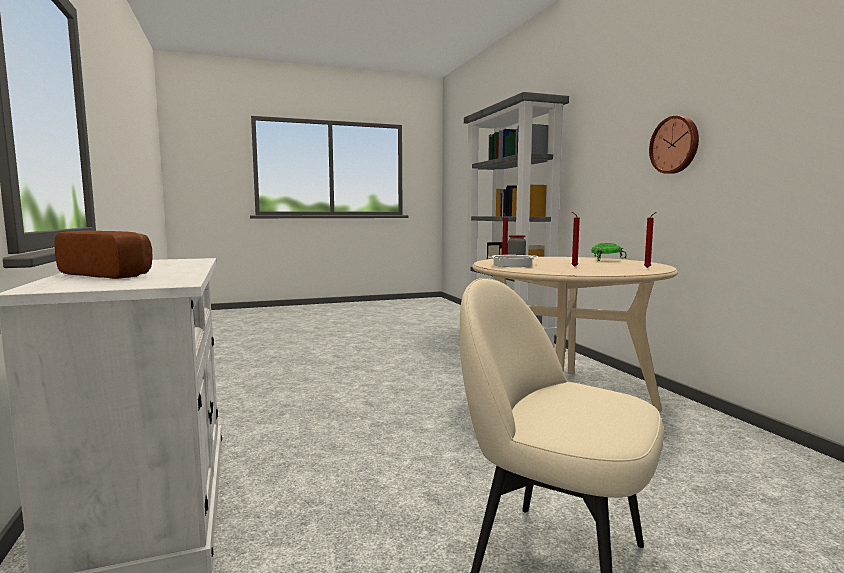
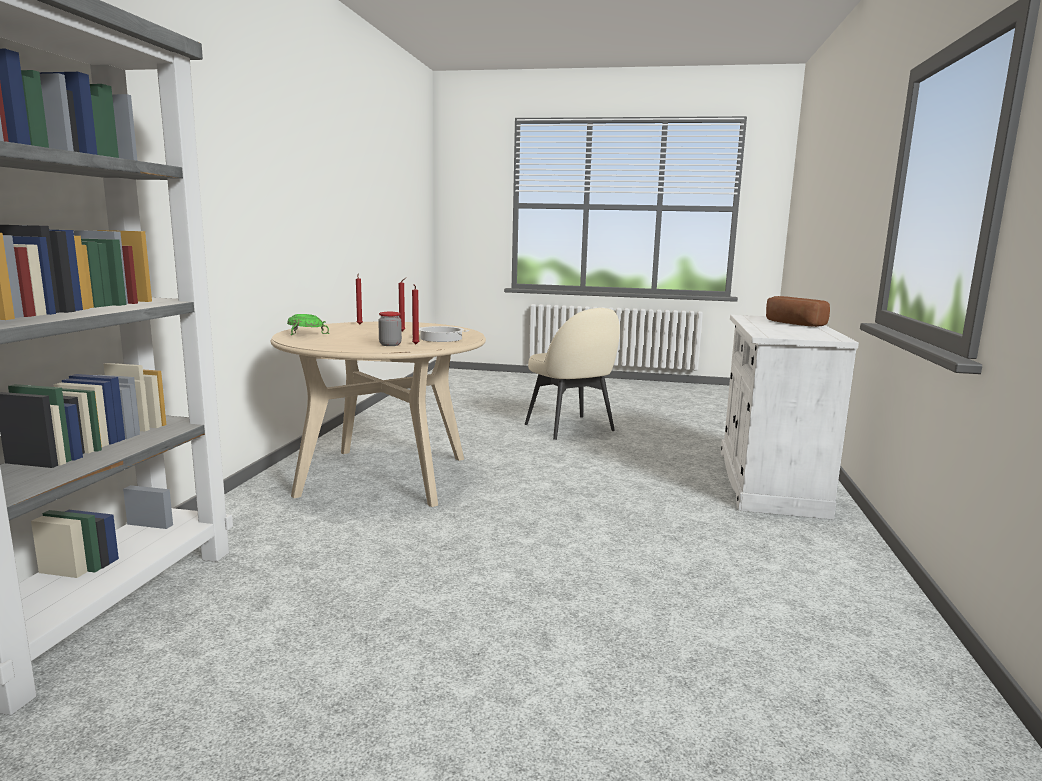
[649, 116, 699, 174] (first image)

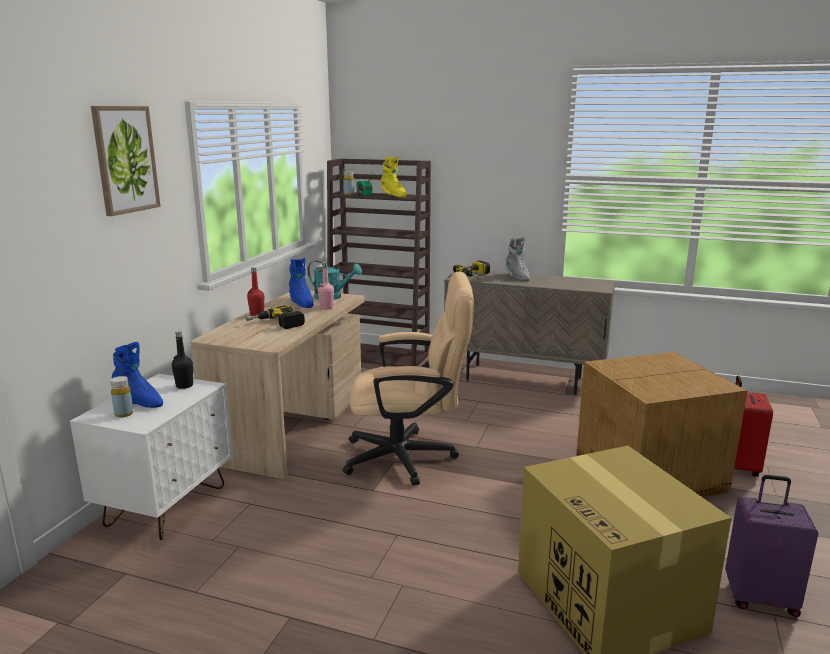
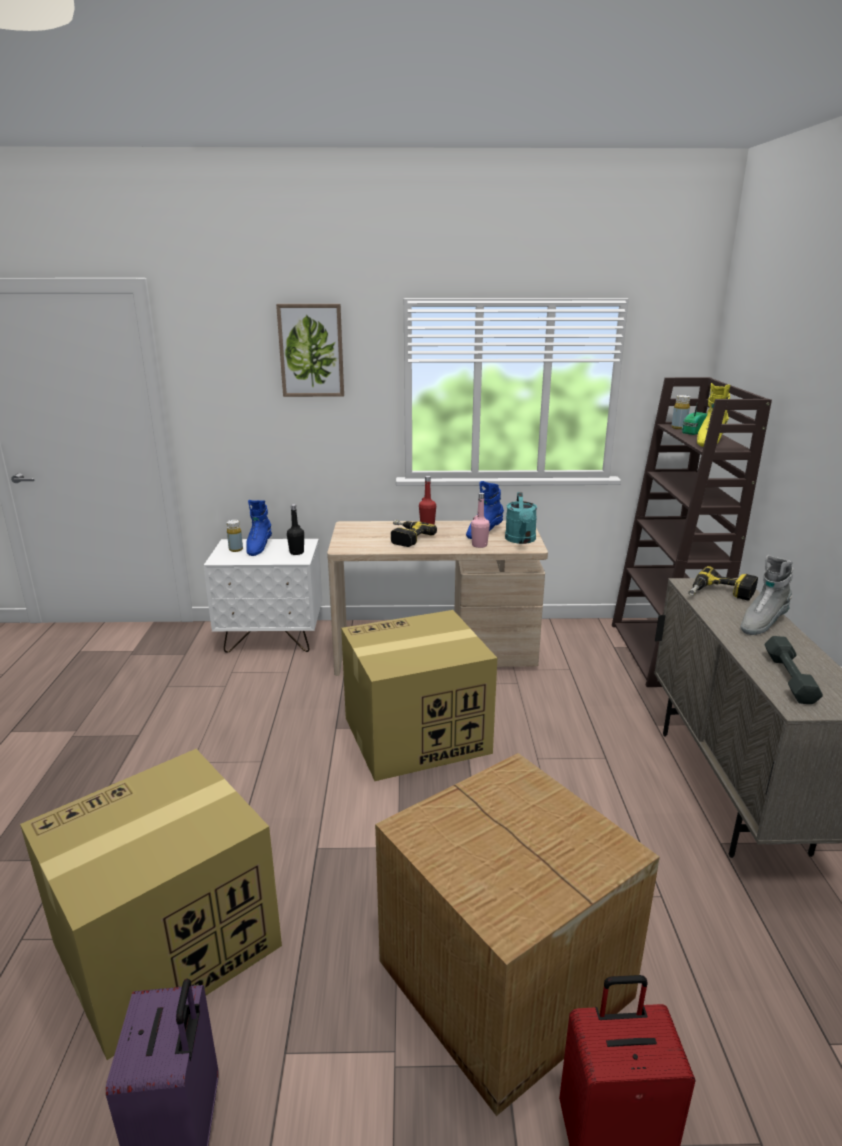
[764, 636, 823, 704]
[341, 610, 497, 781]

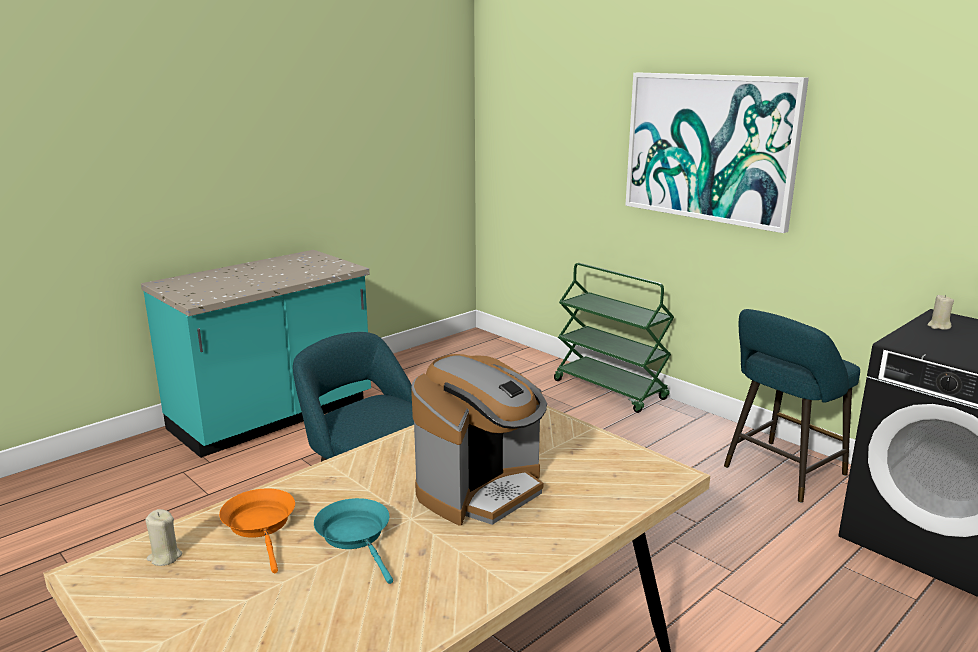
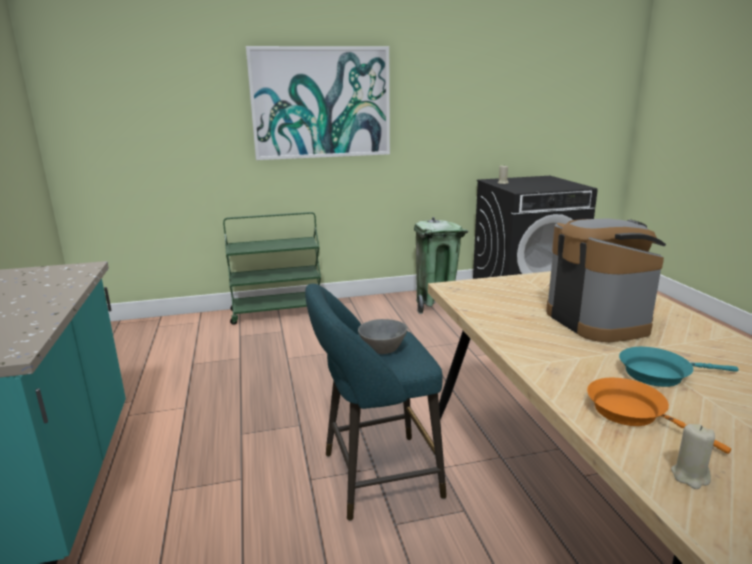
[358, 319, 408, 354]
[414, 217, 468, 314]
[587, 378, 731, 454]

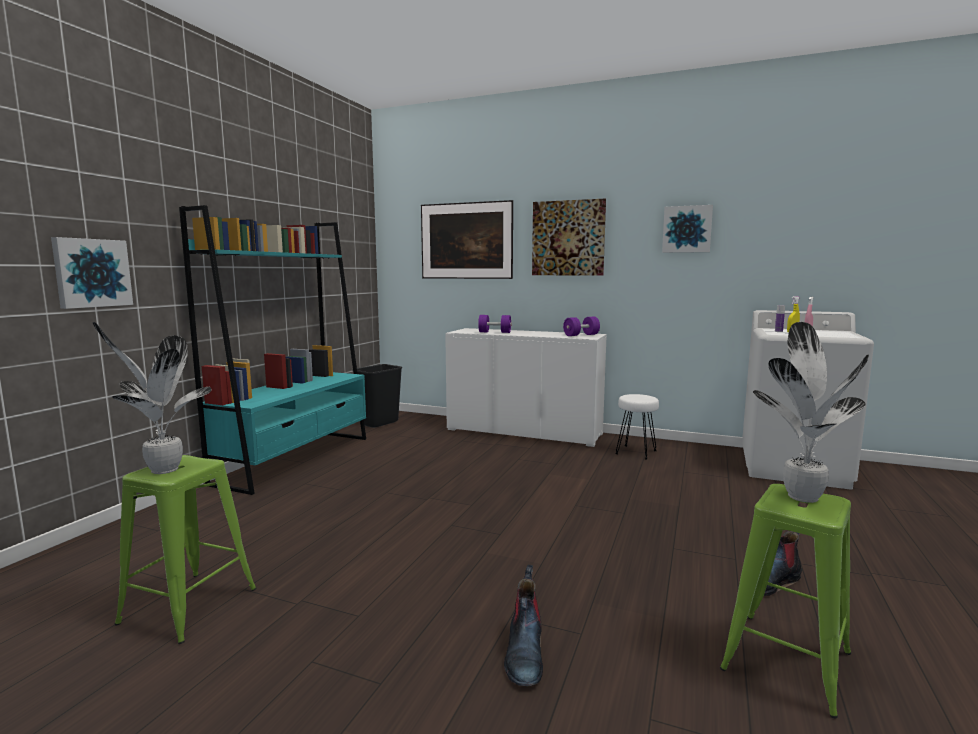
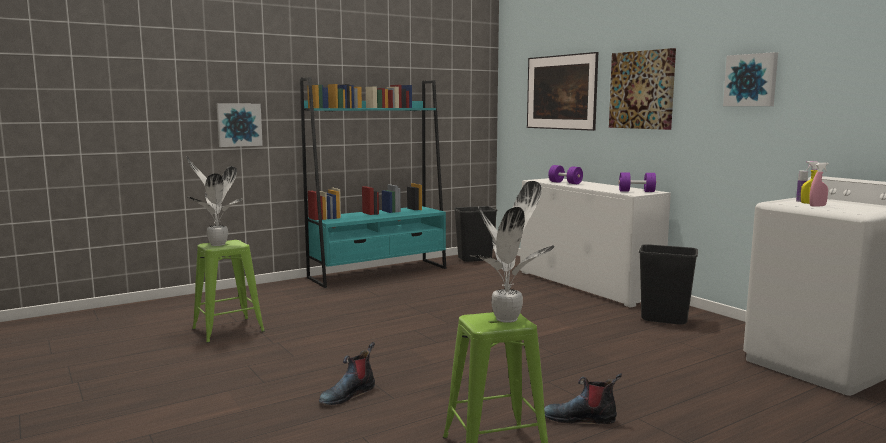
[639, 244, 698, 325]

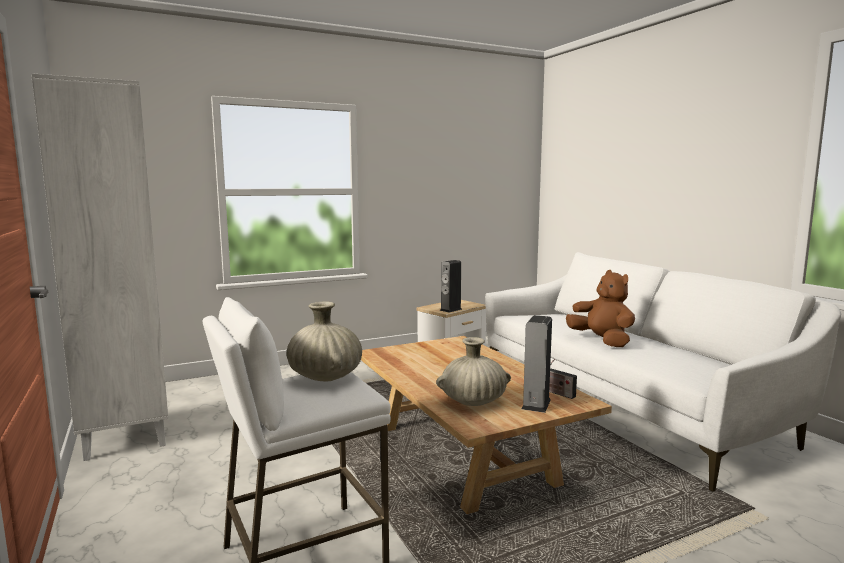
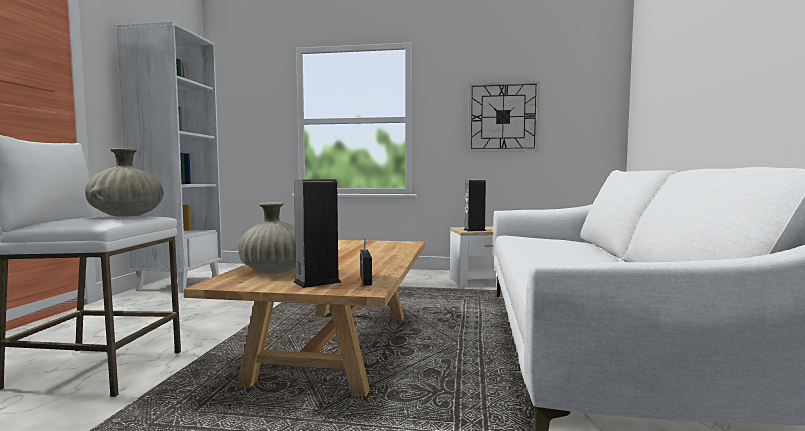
[566, 270, 635, 347] (first image)
[468, 81, 539, 152]

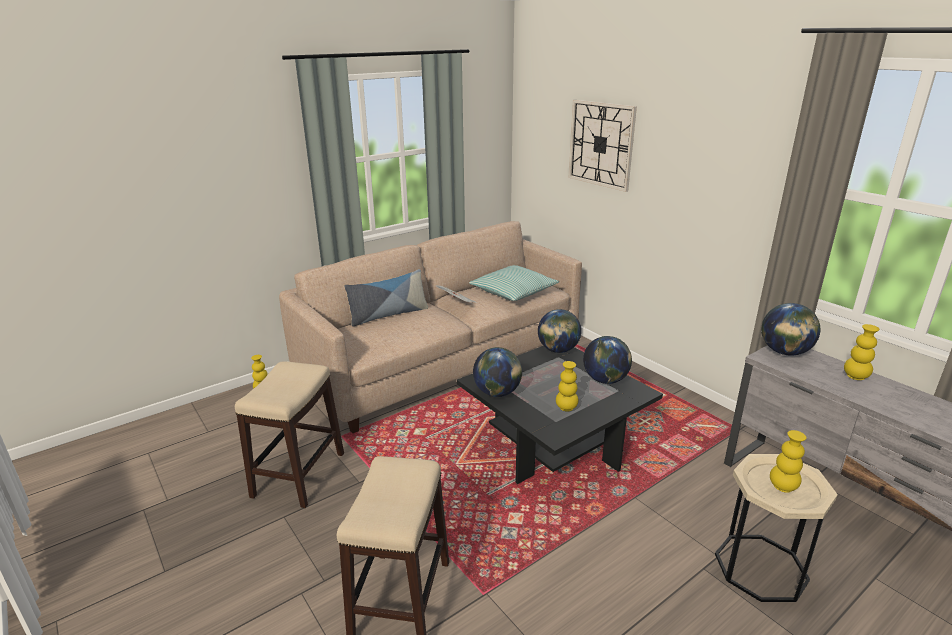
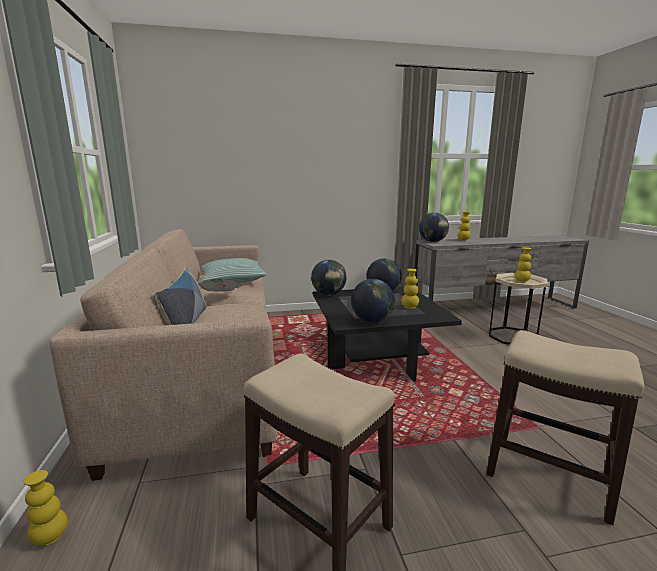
[568, 100, 637, 192] (first image)

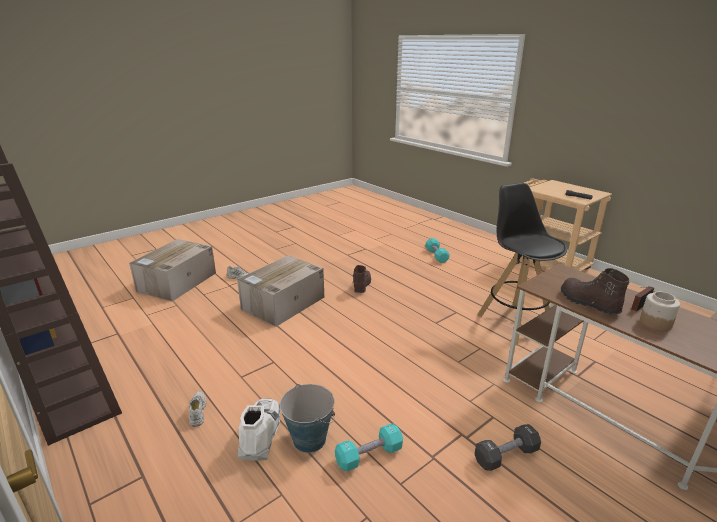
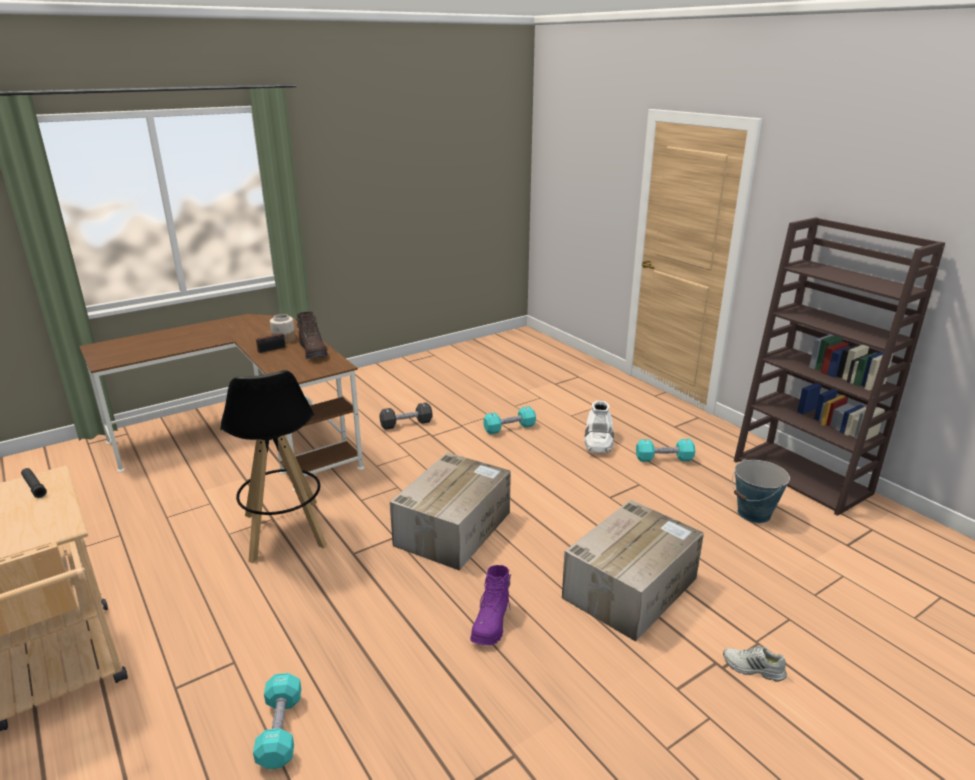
[390, 452, 511, 571]
[732, 459, 790, 523]
[636, 439, 695, 462]
[470, 565, 511, 645]

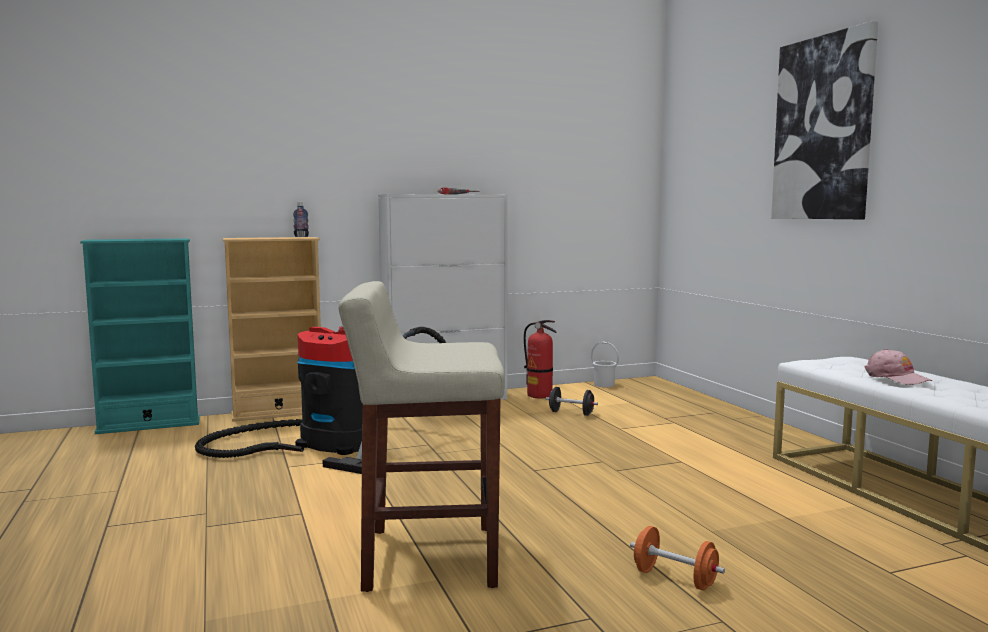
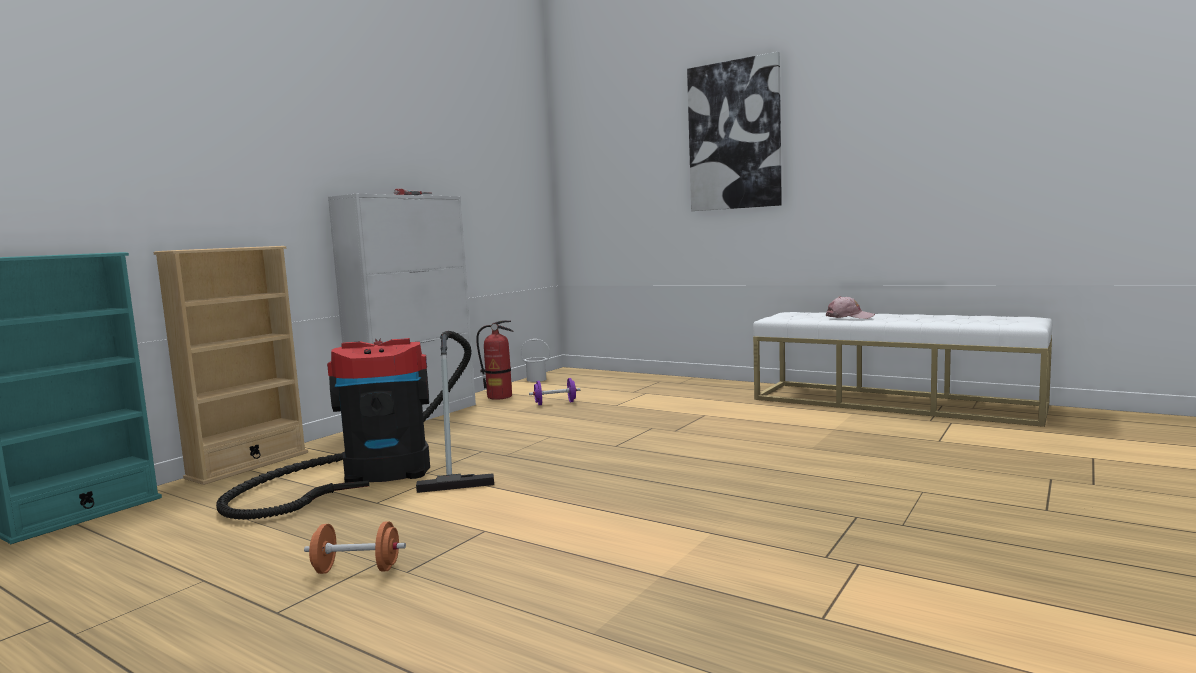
[293, 202, 309, 237] (first image)
[339, 281, 505, 592] (first image)
[304, 521, 406, 574]
[529, 378, 580, 405]

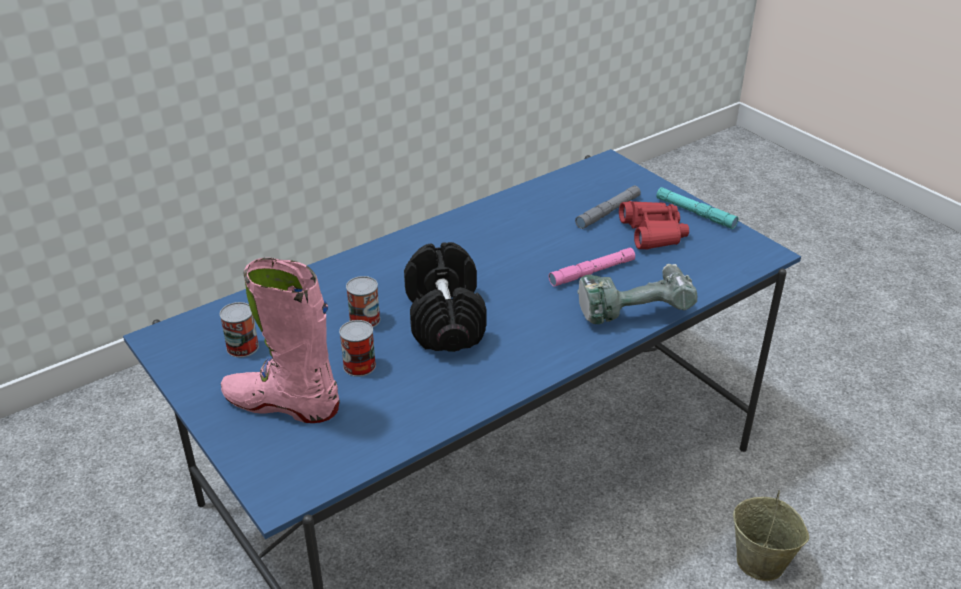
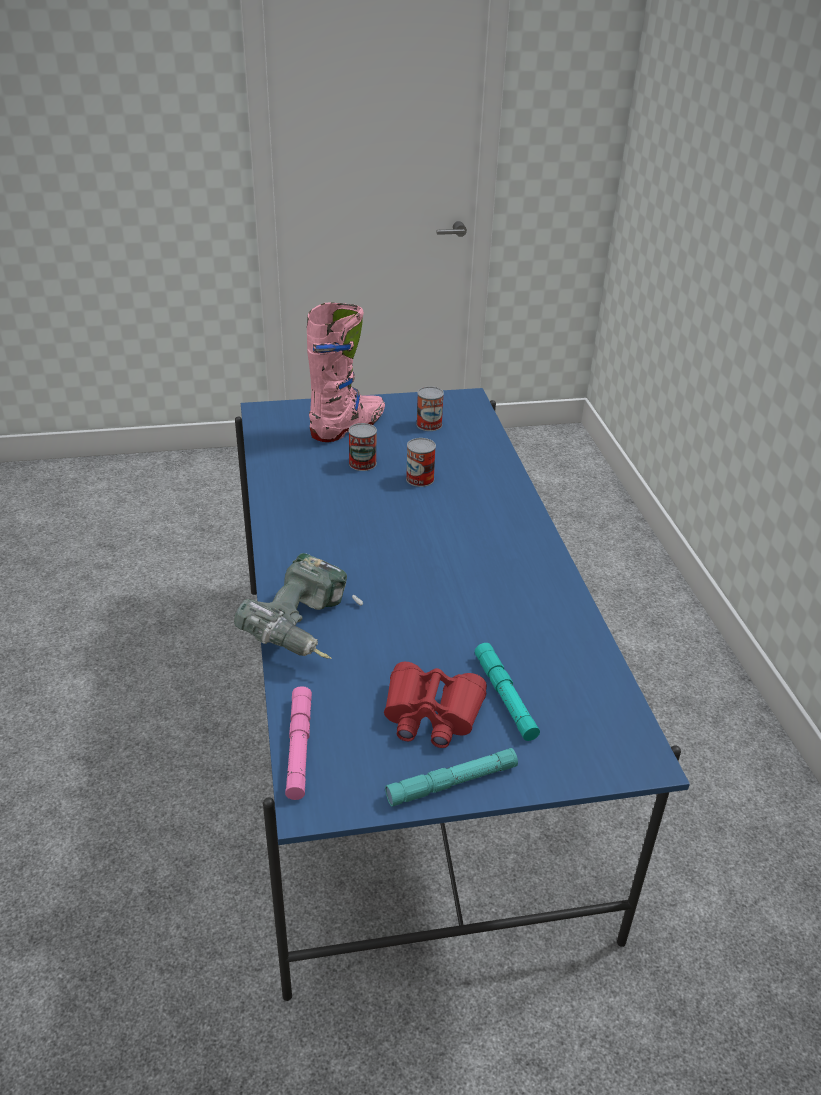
[404, 242, 486, 352] (first image)
[733, 490, 809, 581] (first image)
[285, 686, 312, 800]
[475, 643, 540, 741]

